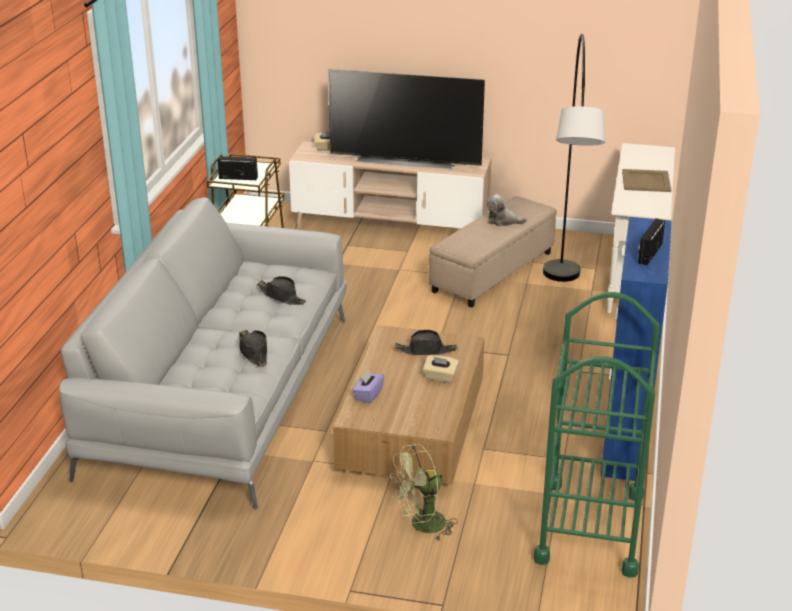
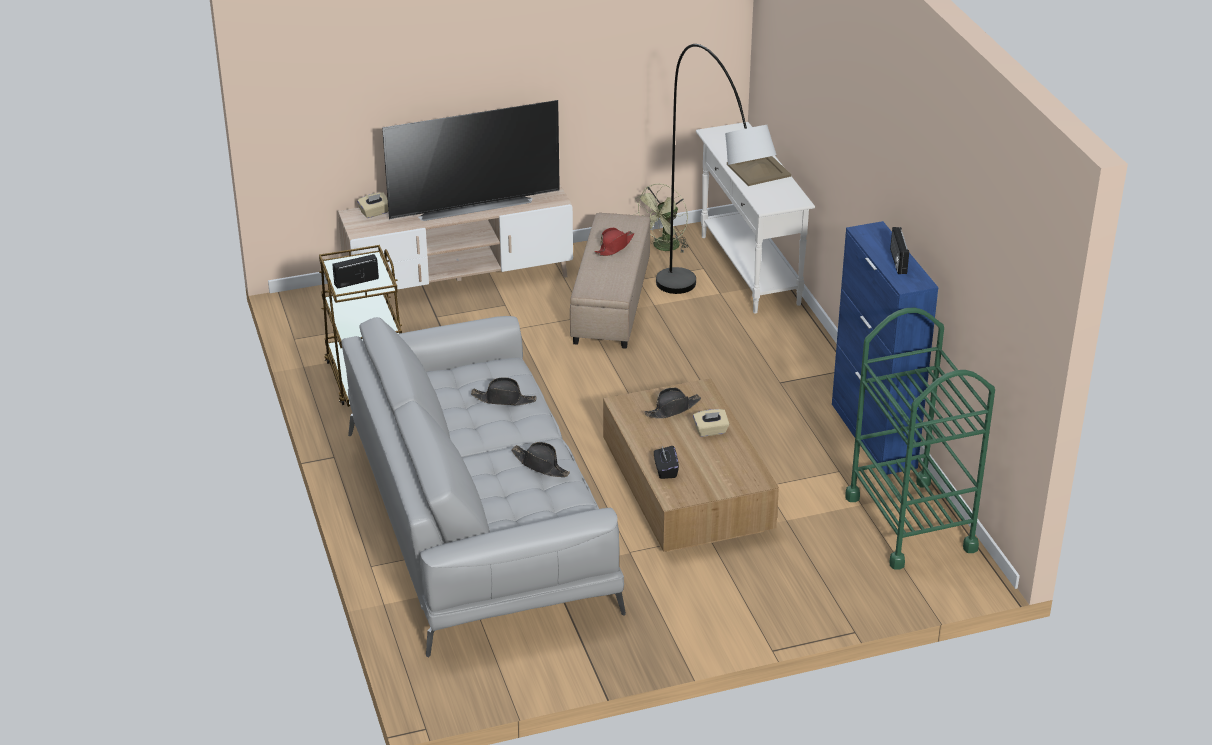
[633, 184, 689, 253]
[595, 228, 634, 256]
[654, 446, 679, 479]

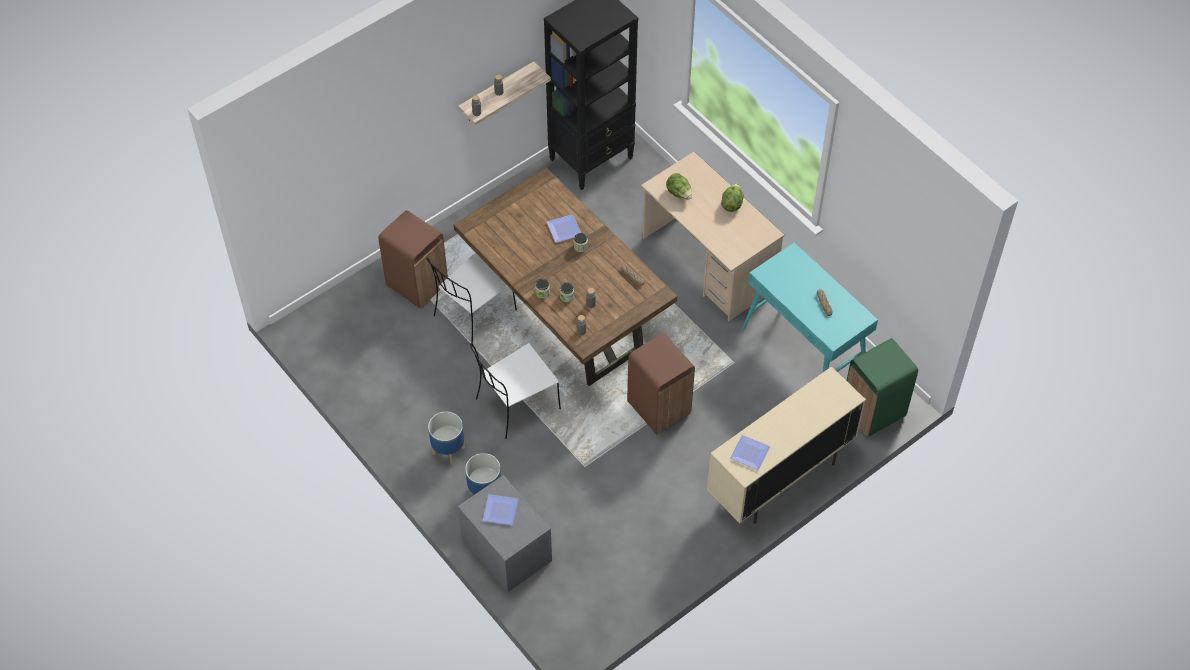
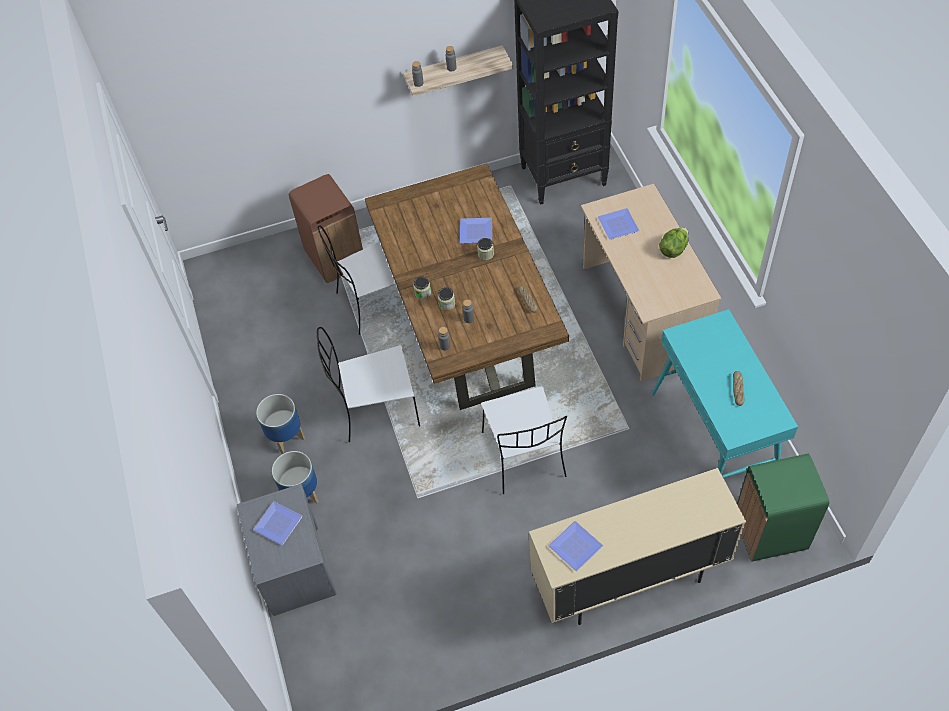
[481, 386, 567, 494]
[598, 208, 639, 240]

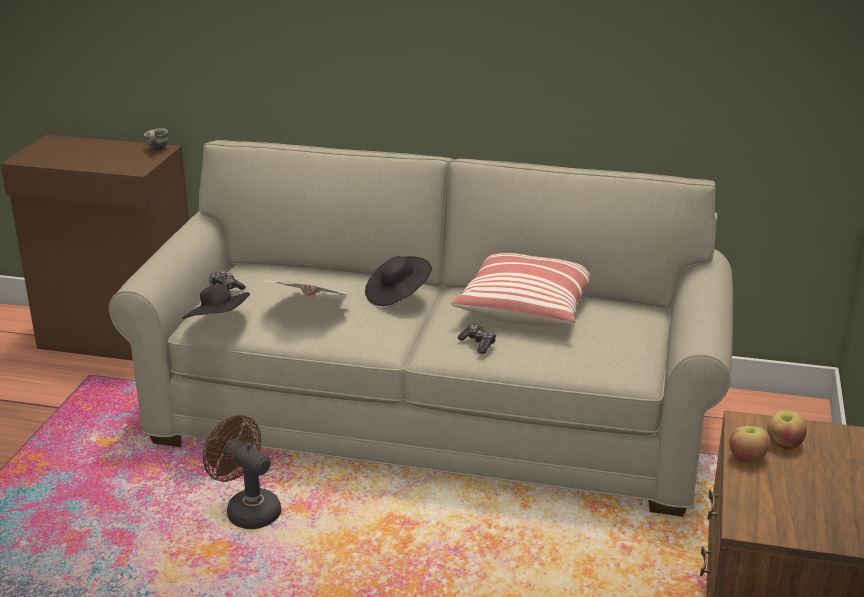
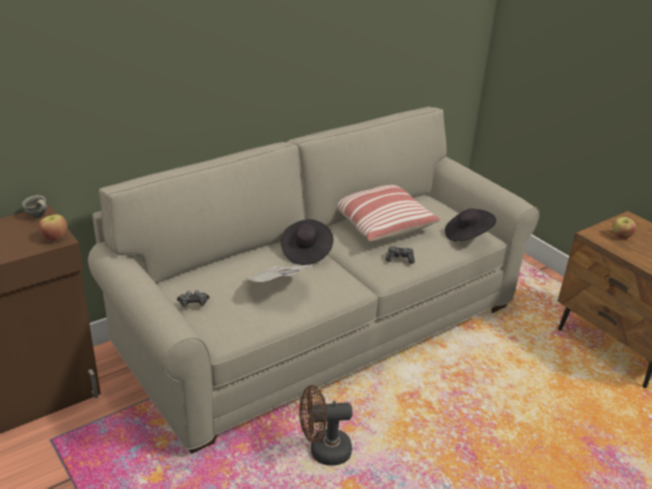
[445, 208, 496, 242]
[39, 214, 67, 241]

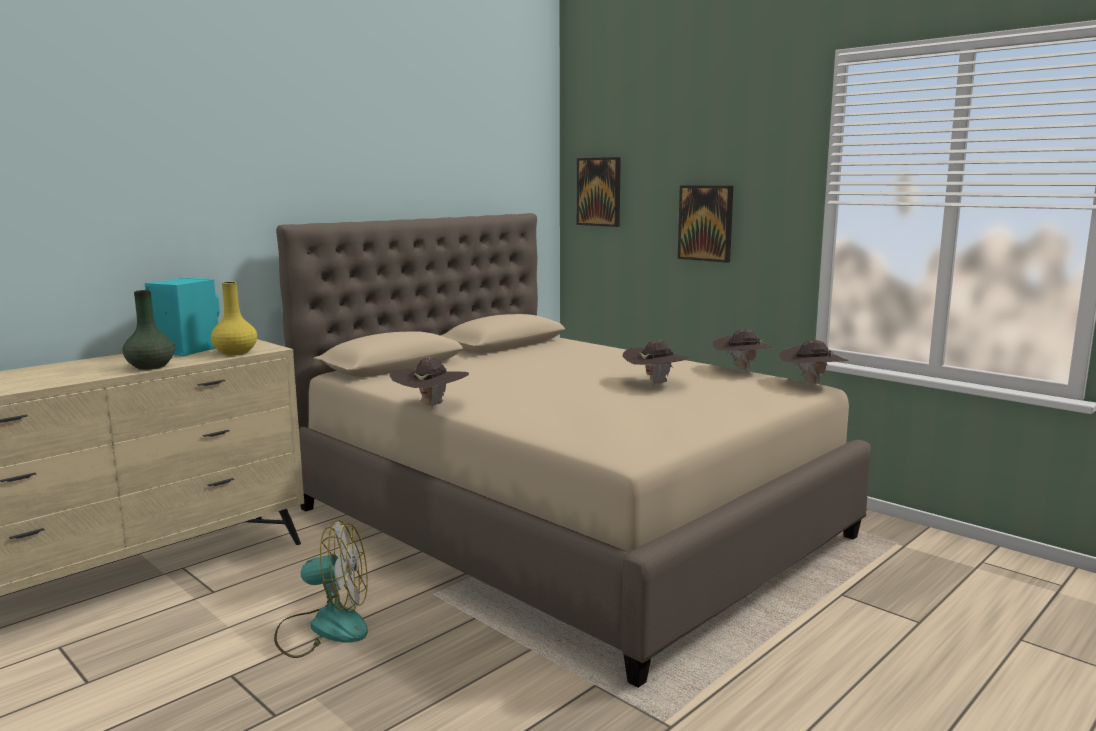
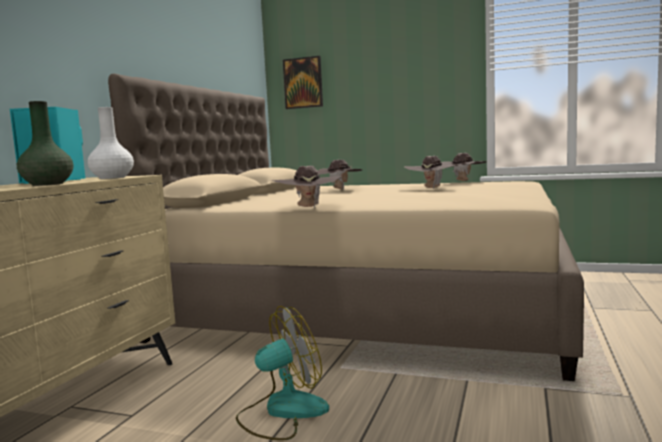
[678, 185, 733, 263] (first image)
[317, 160, 362, 190]
[87, 107, 134, 179]

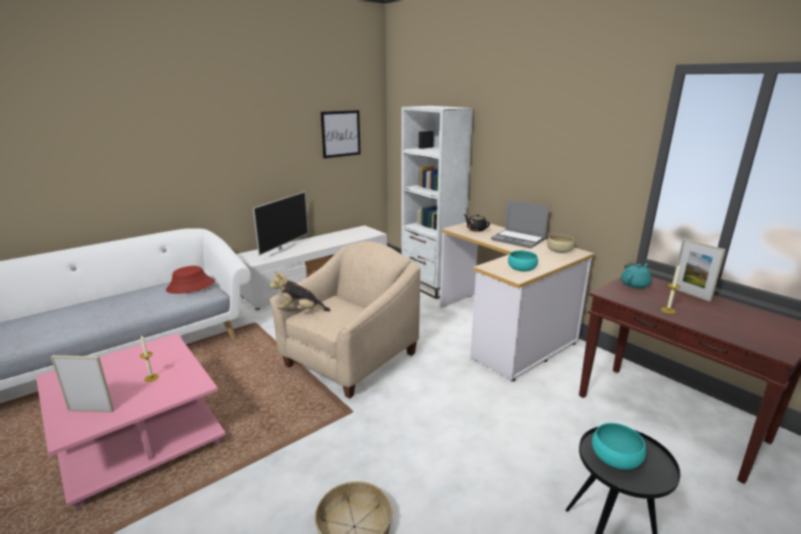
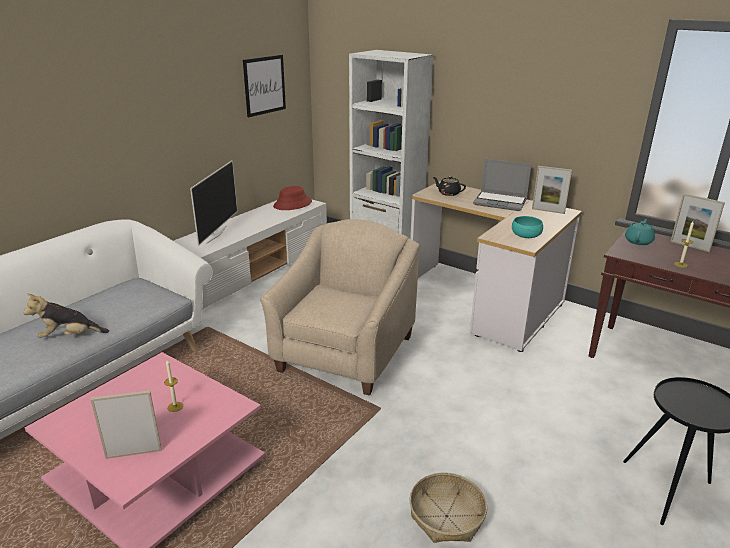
[592, 423, 646, 470] (first image)
[273, 186, 312, 210]
[23, 293, 109, 338]
[532, 166, 572, 214]

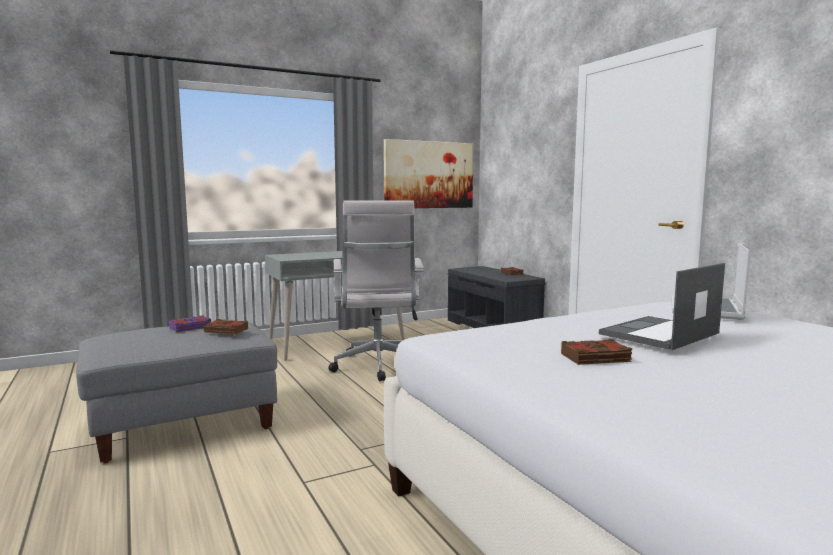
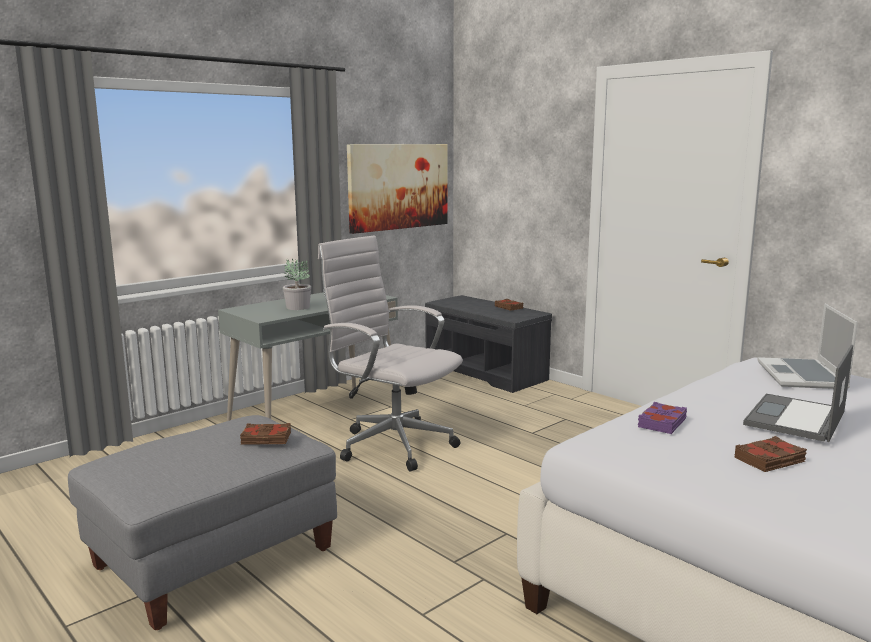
[283, 259, 311, 310]
[638, 402, 687, 434]
[318, 235, 463, 472]

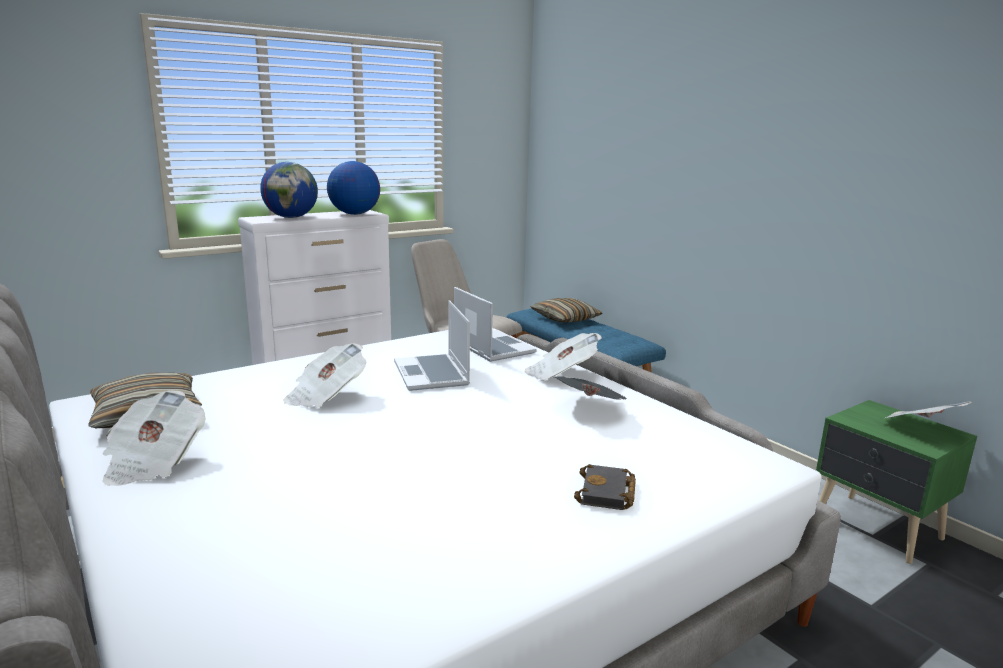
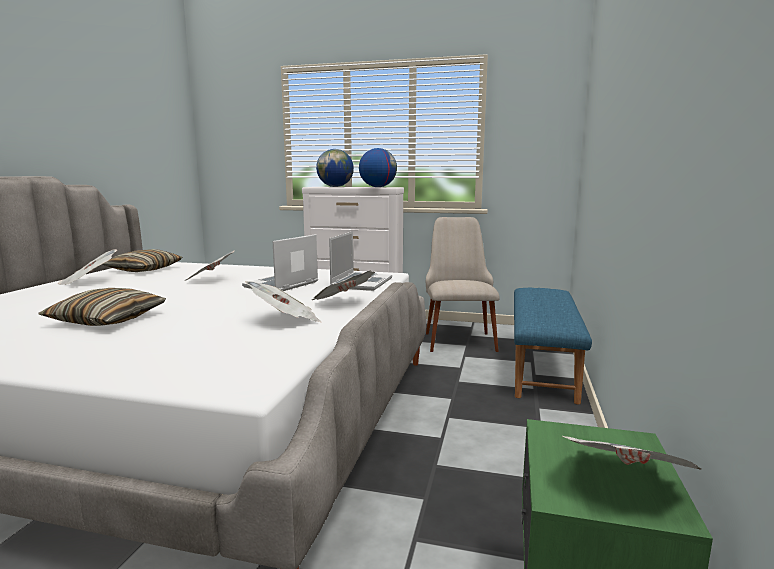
[574, 464, 636, 510] (first image)
[38, 288, 166, 326]

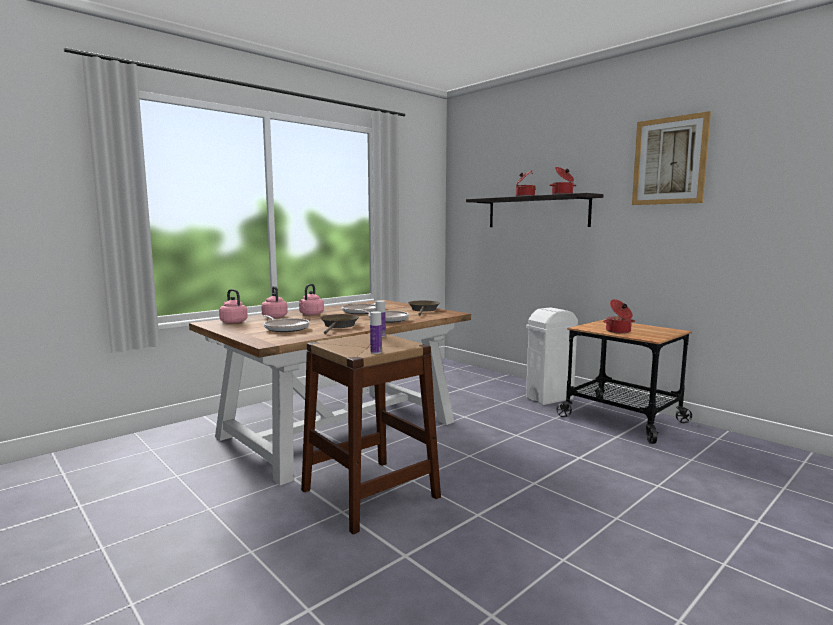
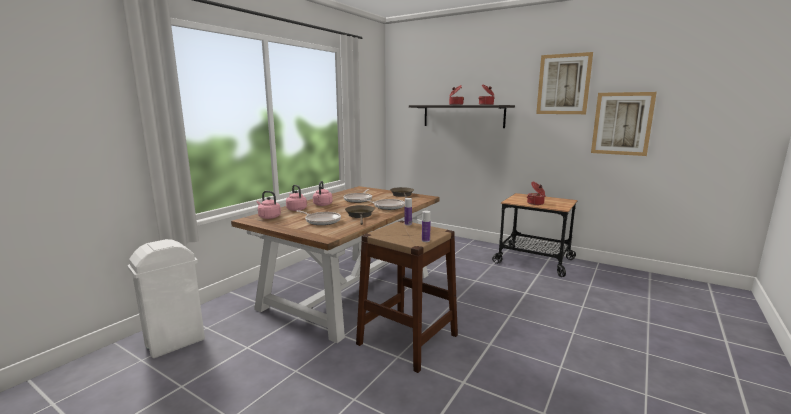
[591, 92, 657, 156]
[127, 239, 205, 358]

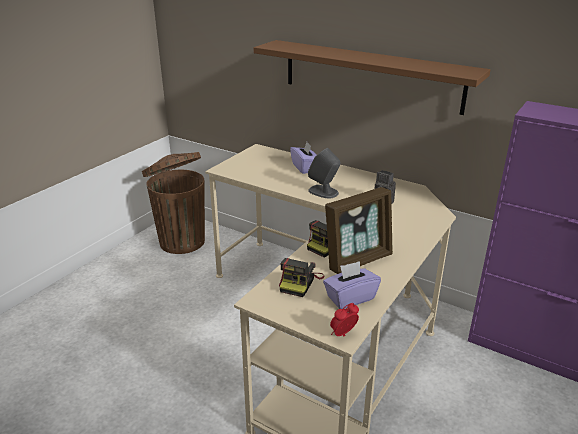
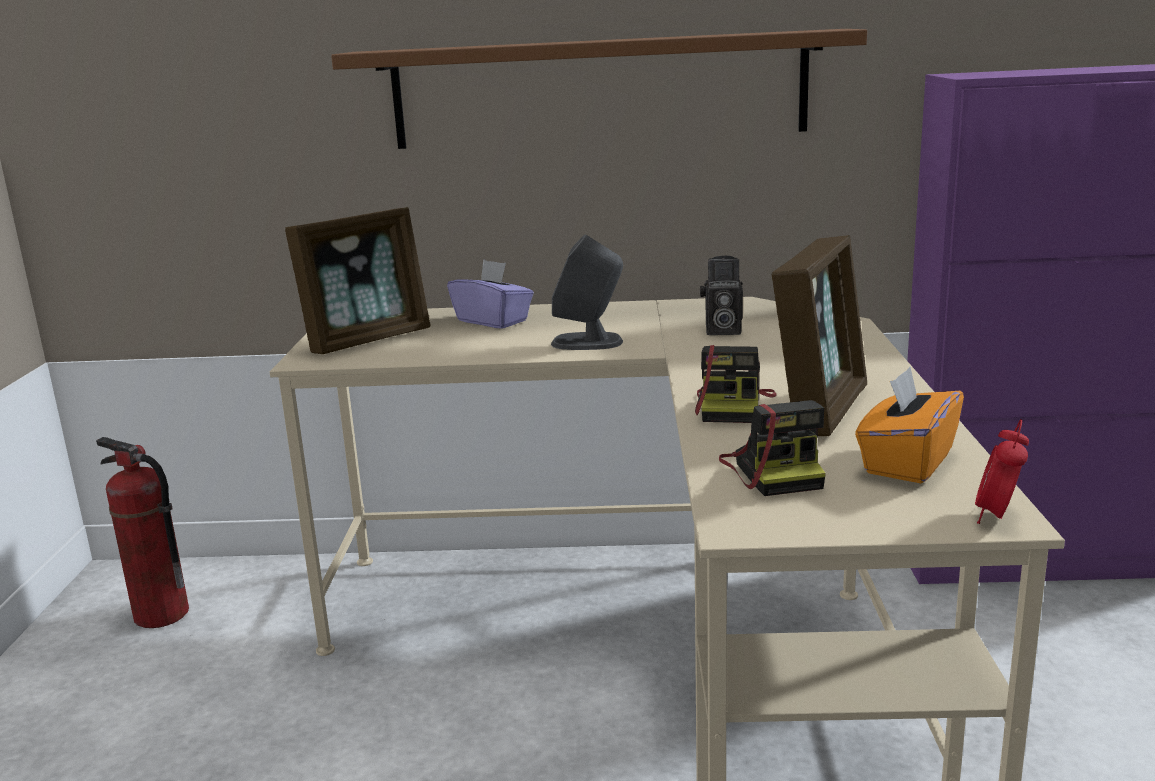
[285, 207, 431, 354]
[96, 437, 189, 628]
[855, 367, 964, 483]

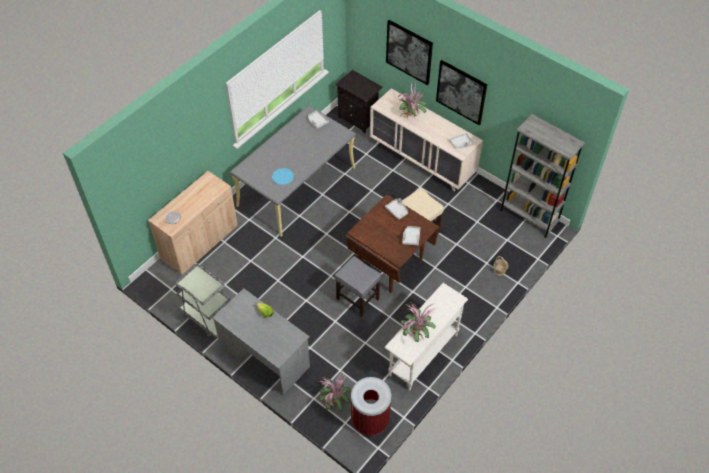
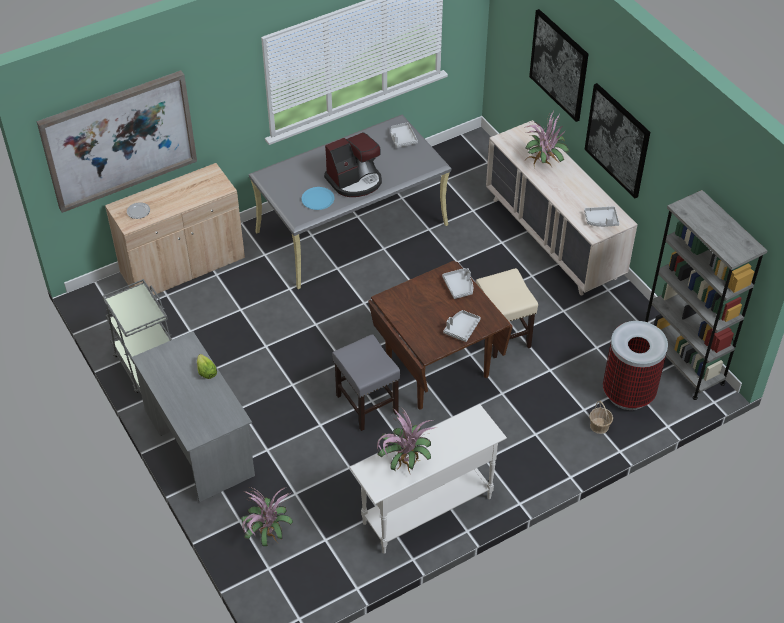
[336, 70, 383, 133] (first image)
[36, 70, 197, 213]
[324, 132, 382, 197]
[603, 321, 668, 410]

